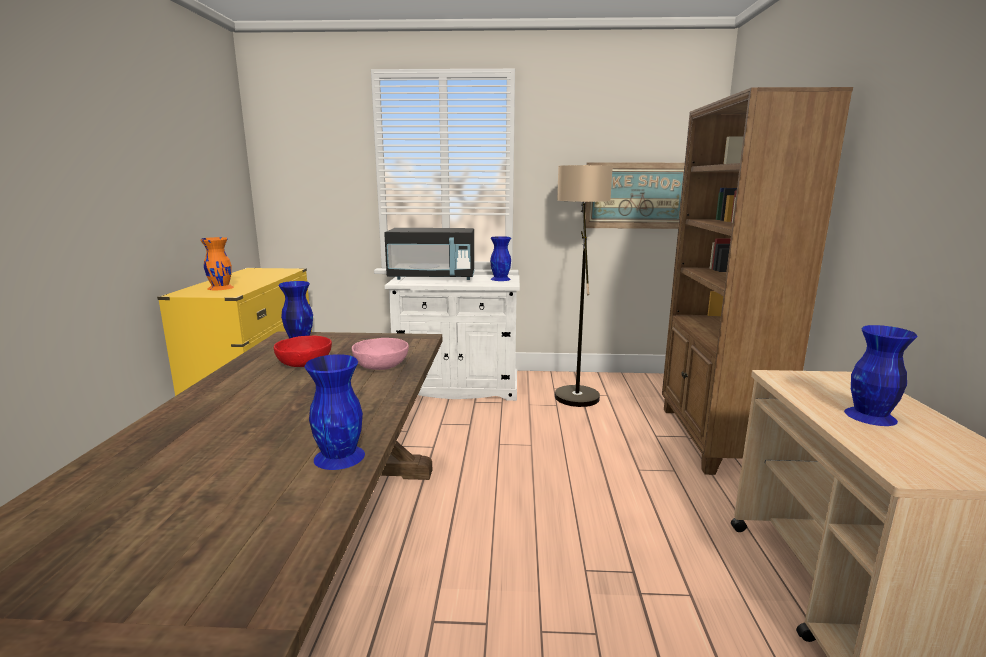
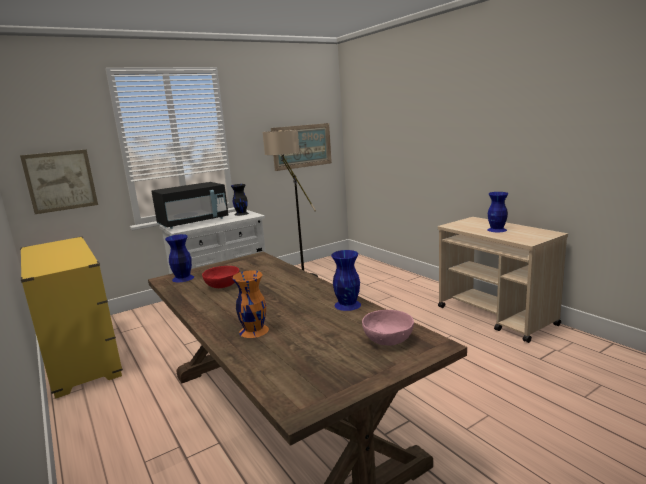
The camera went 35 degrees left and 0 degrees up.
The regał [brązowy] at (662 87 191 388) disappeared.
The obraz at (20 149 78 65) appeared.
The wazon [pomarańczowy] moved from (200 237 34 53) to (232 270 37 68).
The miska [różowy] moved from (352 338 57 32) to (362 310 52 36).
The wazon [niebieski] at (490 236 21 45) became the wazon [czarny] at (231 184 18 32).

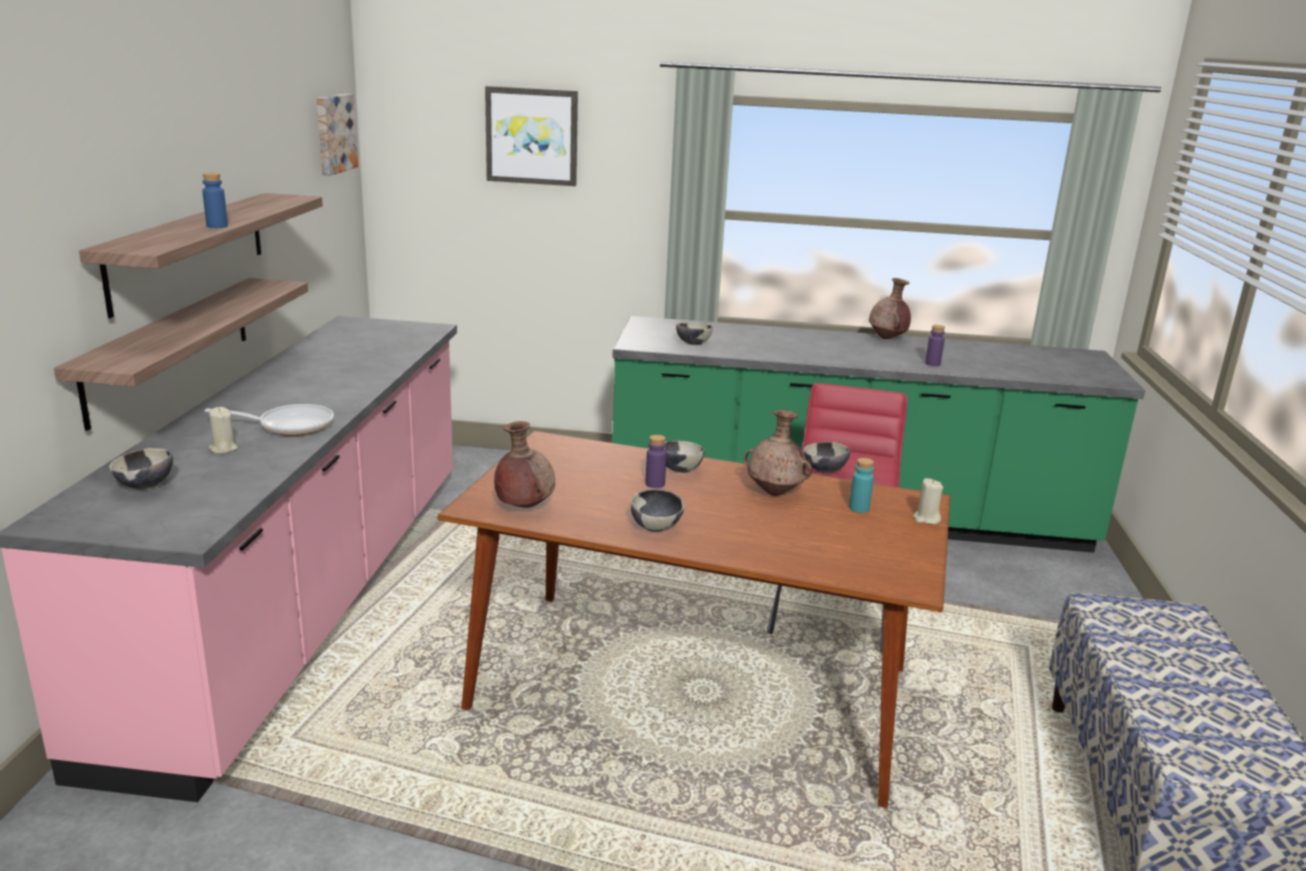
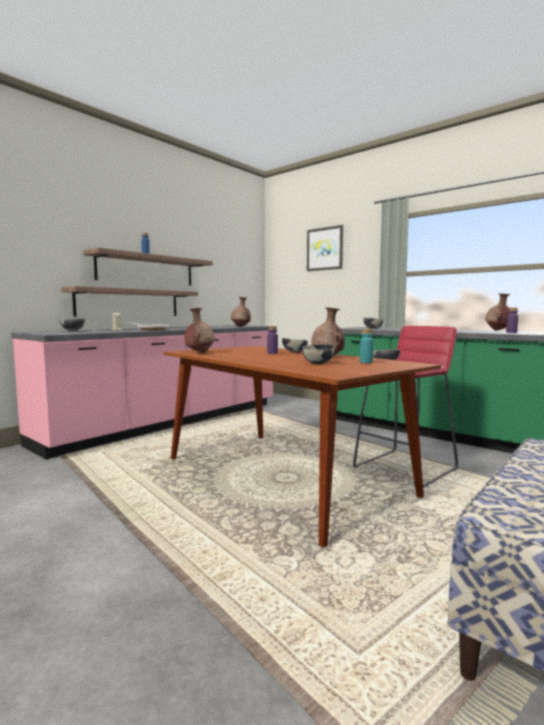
The camera went 35 degrees right and 15 degrees down.
The obraz at (317 94 41 82) disappeared.
The świeca [beżowy] at (913 478 30 46) disappeared.
The wazon [brązowy] at (231 297 20 30) appeared.
The miska moved from (631 489 53 43) to (302 344 33 21).

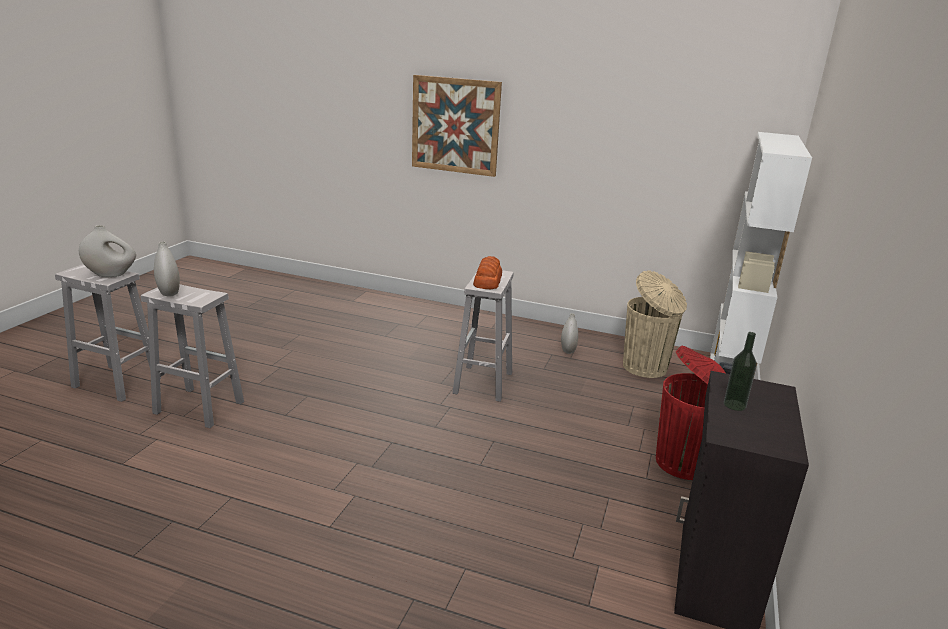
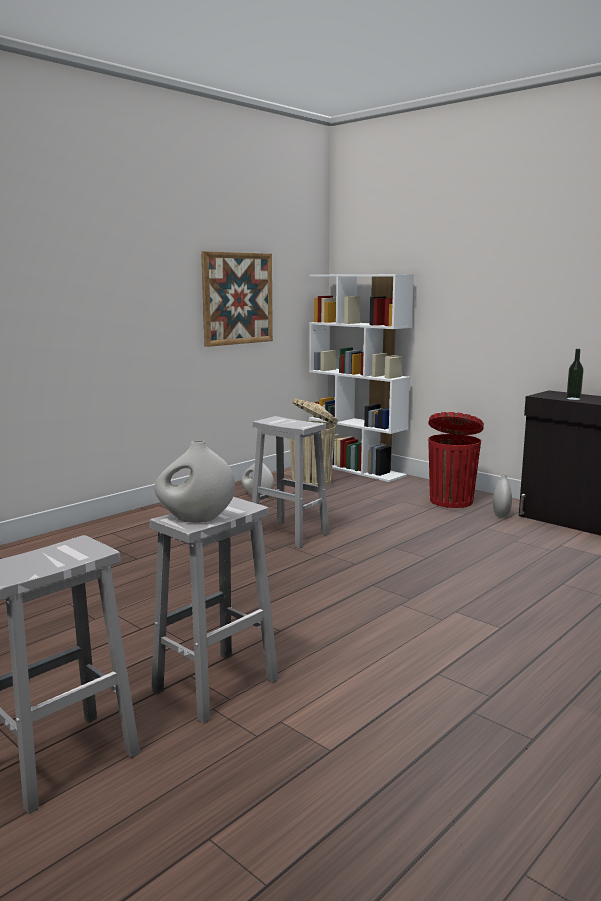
The camera went 65 degrees left and 10 degrees down.
The chleb at (473 256 29 33) disappeared.
The wazon [biały] moved from (79 225 57 52) to (492 474 20 44).
The obraz moved from (412 75 90 102) to (201 251 72 96).

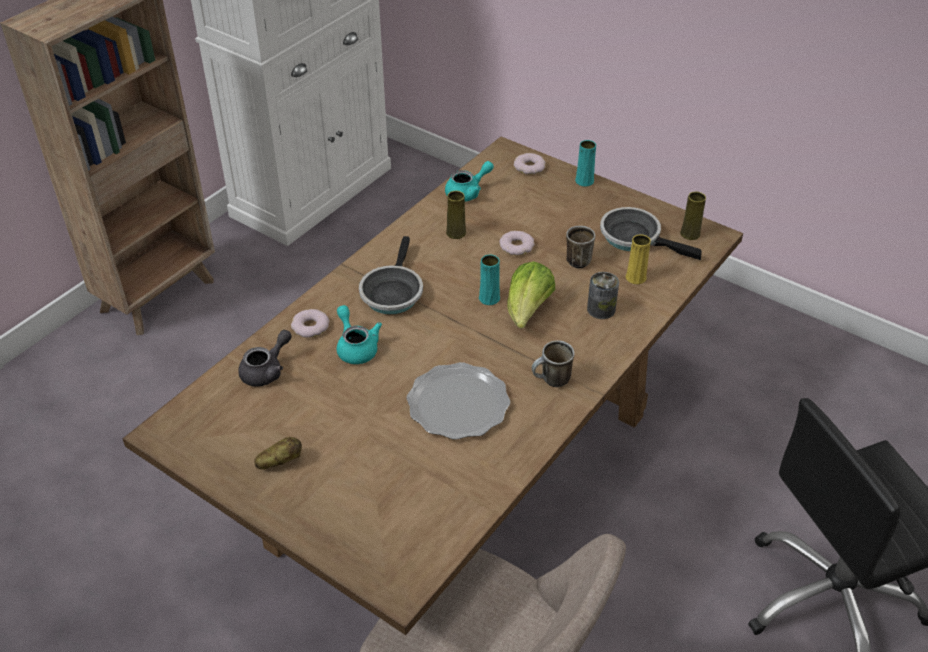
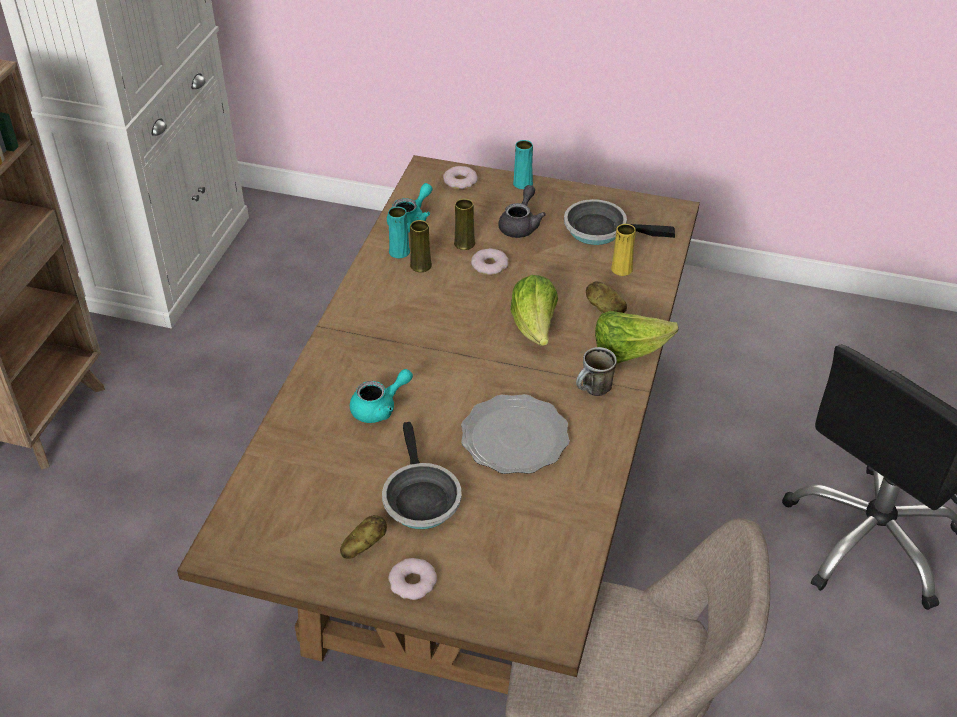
The camera went 20 degrees left and 0 degrees up.
The kubek at (566 226 29 43) disappeared.
The sałata at (595 311 83 52) appeared.
The imbryk [szary] moved from (238 330 54 57) to (498 185 48 53).
The donut moved from (291 309 38 28) to (388 558 49 42).
The patelnia moved from (359 236 64 78) to (382 422 80 107).
The wazon [turkusowy] moved from (479 255 21 50) to (388 207 22 51).
The wazon [żółty] moved from (680 192 26 48) to (454 199 21 51).
The puszka at (587 272 32 47) was replaced by the ziemniak at (586 281 41 32).
The imbryk [turkusowy] at (337 305 45 59) turned 105 degrees clockwise.

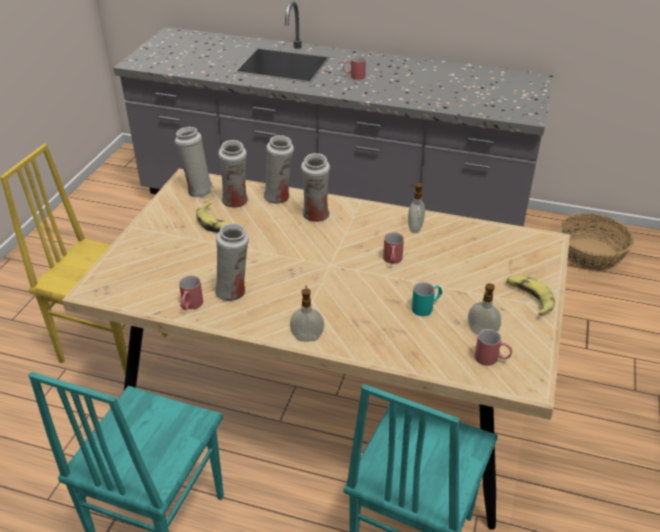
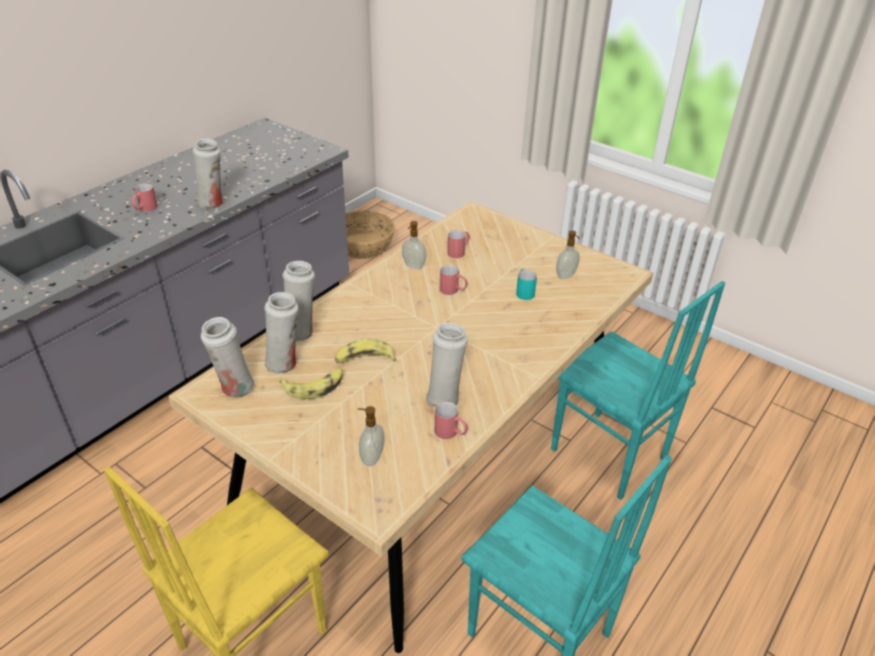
The camera went 70 degrees left and 0 degrees up.
The dozownik mydła moved from (290 286 34 56) to (358 406 26 60).
The wazon [biały] moved from (301 153 29 69) to (193 139 30 69).
The kubek [czerwony] moved from (475 329 37 37) to (447 230 23 28).
The banan moved from (506 275 49 41) to (335 339 61 24).

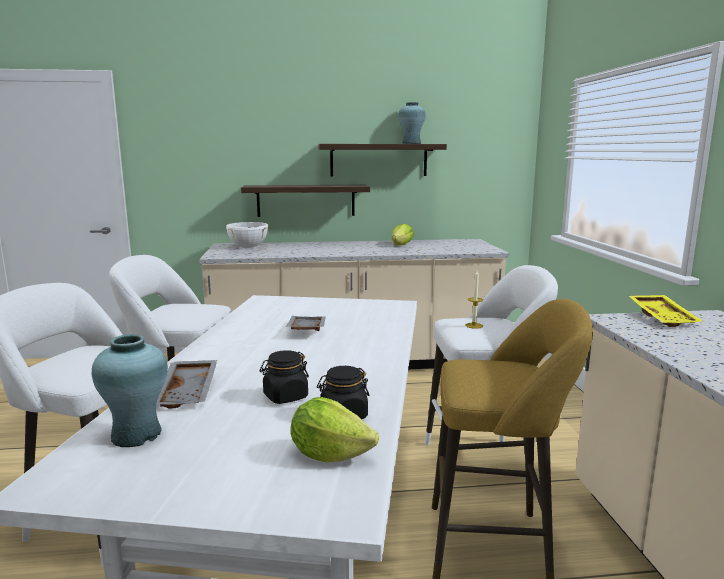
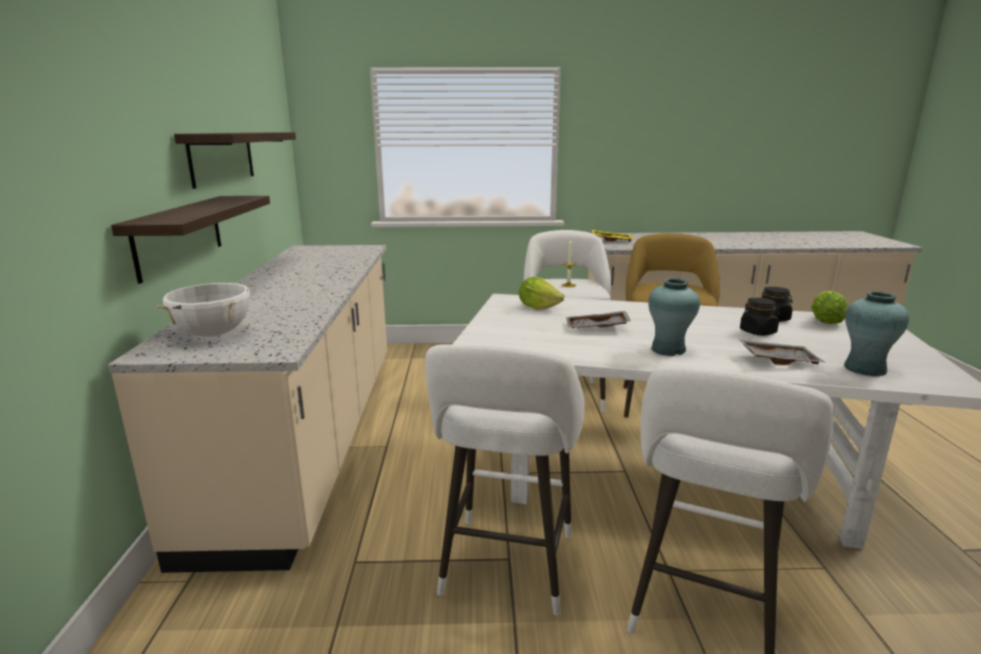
The camera went 85 degrees left and 5 degrees up.
The sałata moved from (392 224 22 21) to (519 277 45 33).
The wazon [turkusowy] moved from (398 102 28 42) to (648 278 52 78).

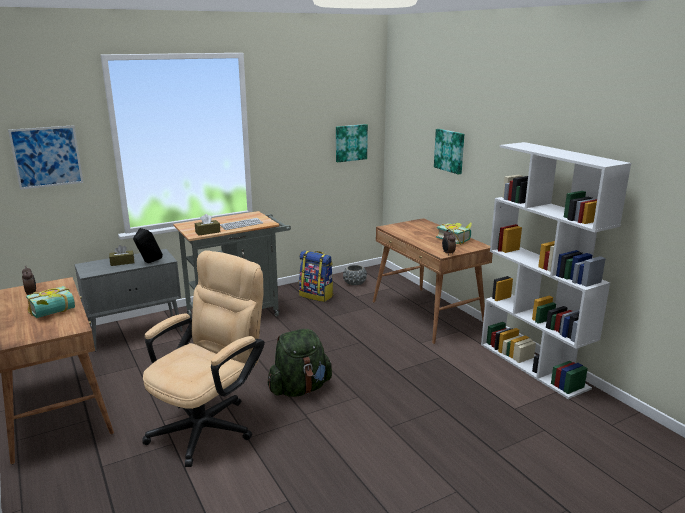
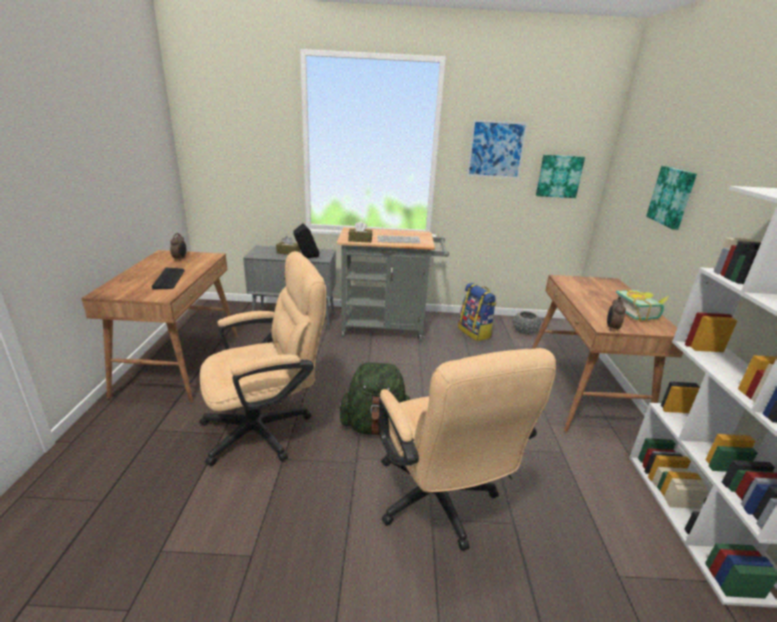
The camera went 30 degrees right and 5 degrees up.
The krzesło biurowe [beżowy] at (379 348 177 203) appeared.
The obraz moved from (8 125 75 65) to (467 120 61 59).
The książka at (26 286 49 32) was replaced by the klawiatura at (152 268 33 22).

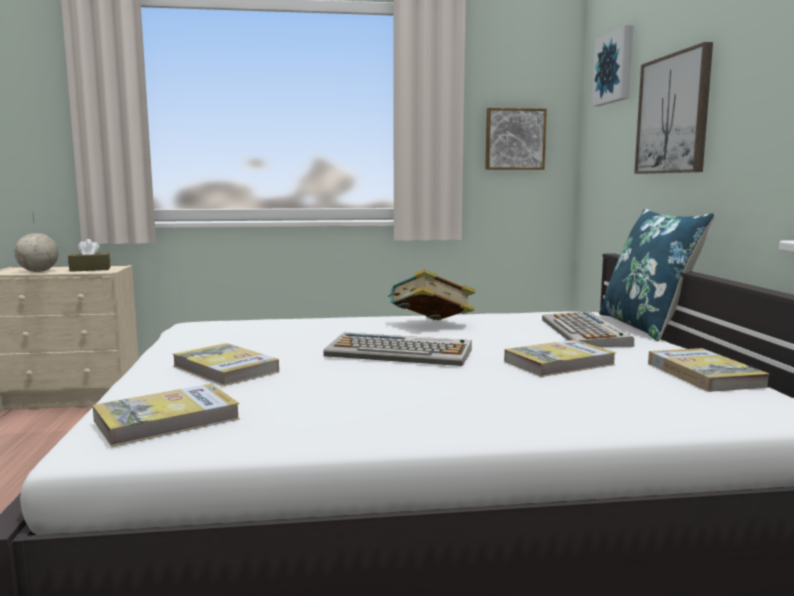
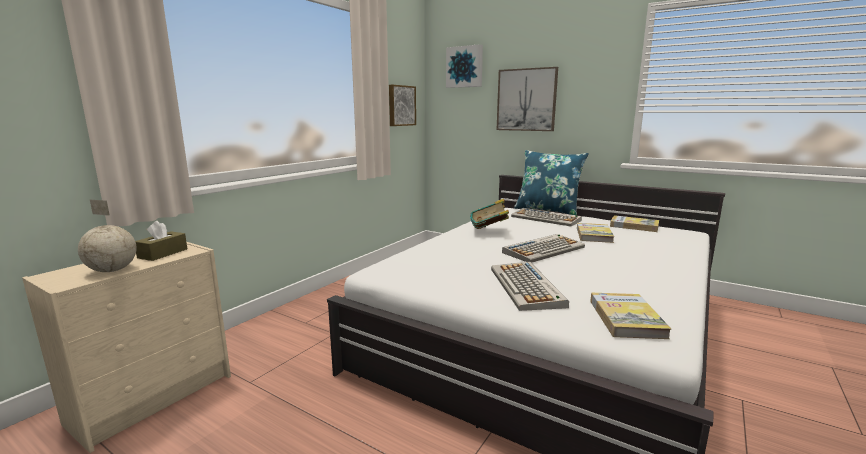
The camera went 50 degrees left and 5 degrees up.
The książka at (173 343 106 43) was replaced by the klawiatura at (491 262 78 49).

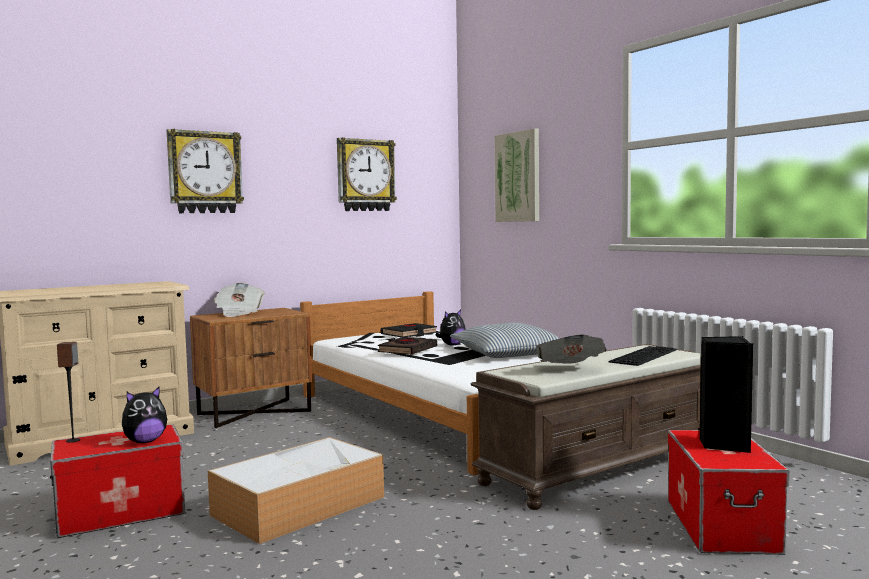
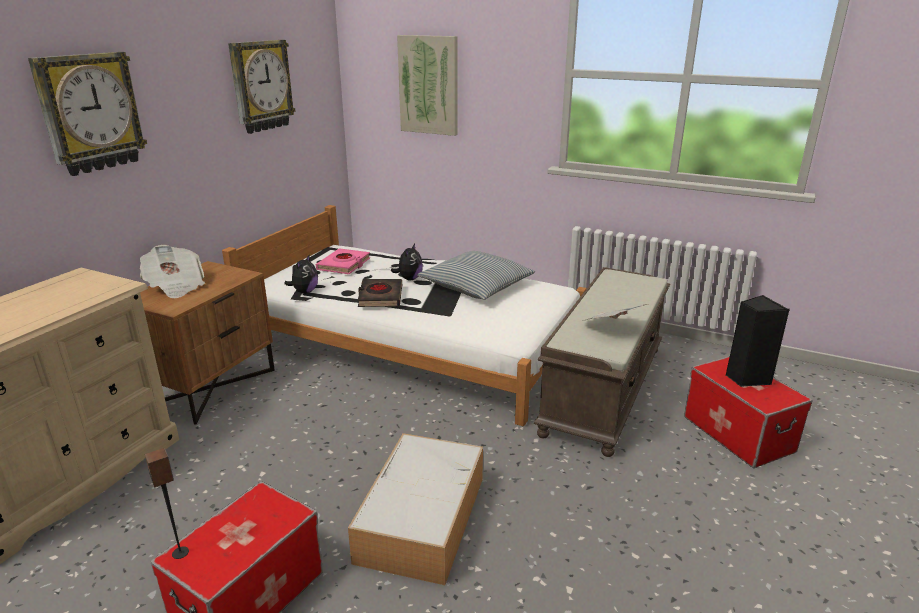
The camera went 30 degrees left and 20 degrees up.
The klawiatura at (609 346 68 20) disappeared.
The pluszak moved from (122 386 45 57) to (284 255 34 39).
The książka [czarny] at (381 323 56 14) became the książka [różowy] at (316 248 54 26).

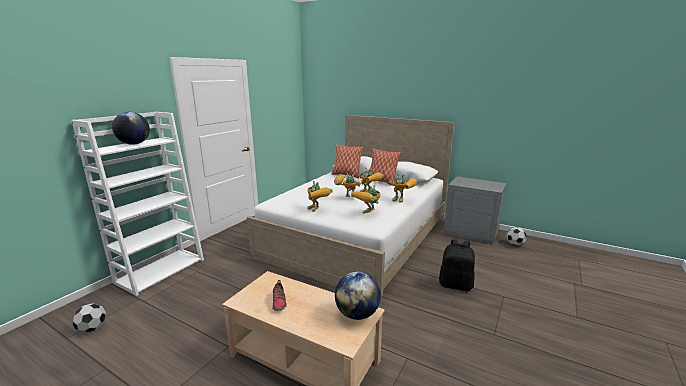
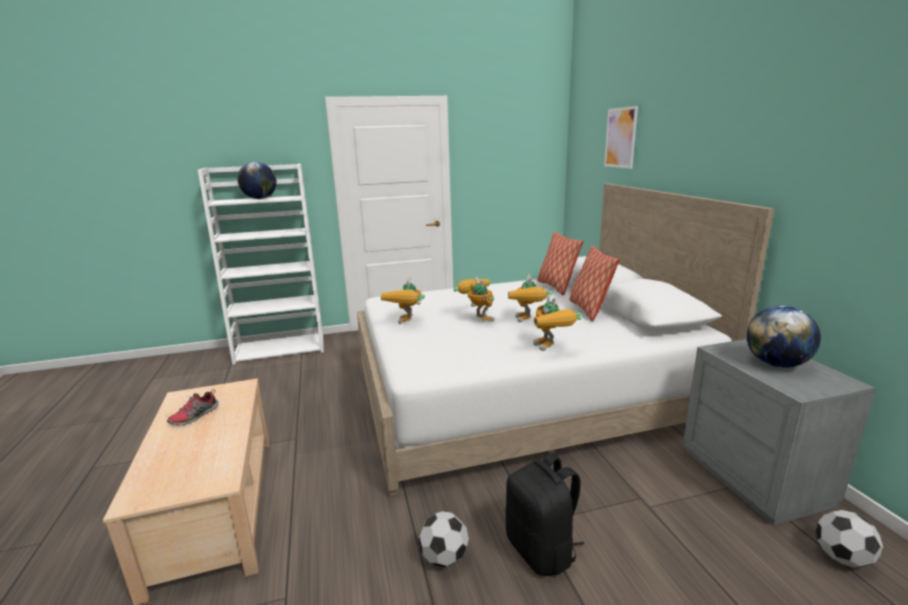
The camera went 45 degrees right and 0 degrees up.
The robot zabawkowy at (351 184 30 30) disappeared.
The obraz at (604 106 34 63) appeared.
The piłka futbolowa moved from (72 303 34 30) to (418 511 51 57).
The globus moved from (335 272 46 48) to (746 306 75 62).

